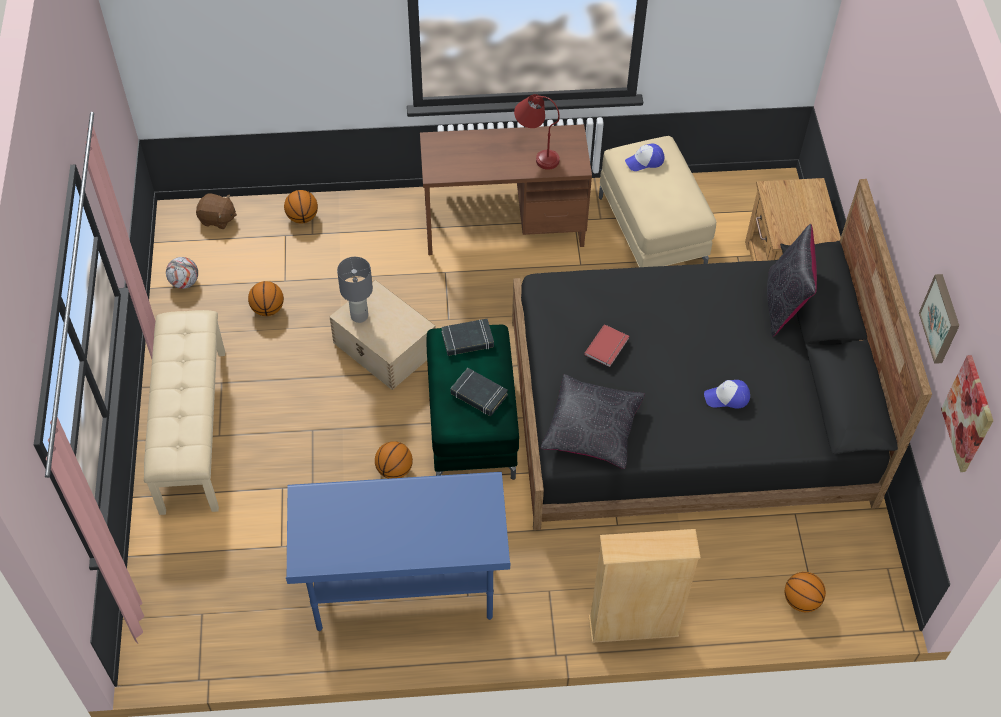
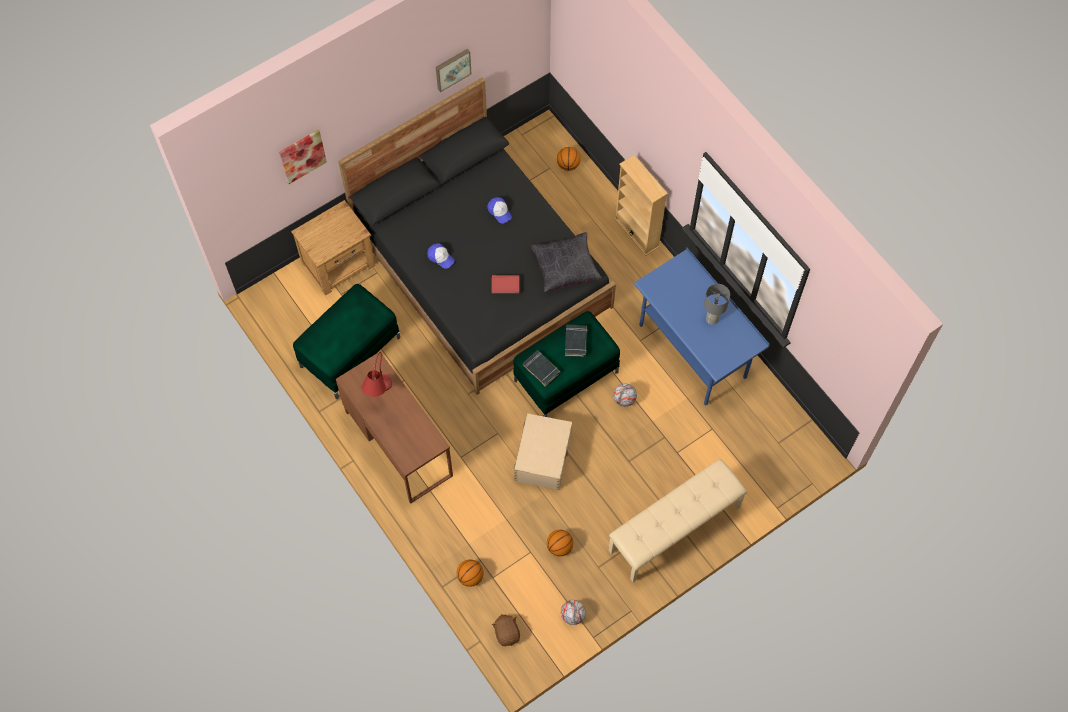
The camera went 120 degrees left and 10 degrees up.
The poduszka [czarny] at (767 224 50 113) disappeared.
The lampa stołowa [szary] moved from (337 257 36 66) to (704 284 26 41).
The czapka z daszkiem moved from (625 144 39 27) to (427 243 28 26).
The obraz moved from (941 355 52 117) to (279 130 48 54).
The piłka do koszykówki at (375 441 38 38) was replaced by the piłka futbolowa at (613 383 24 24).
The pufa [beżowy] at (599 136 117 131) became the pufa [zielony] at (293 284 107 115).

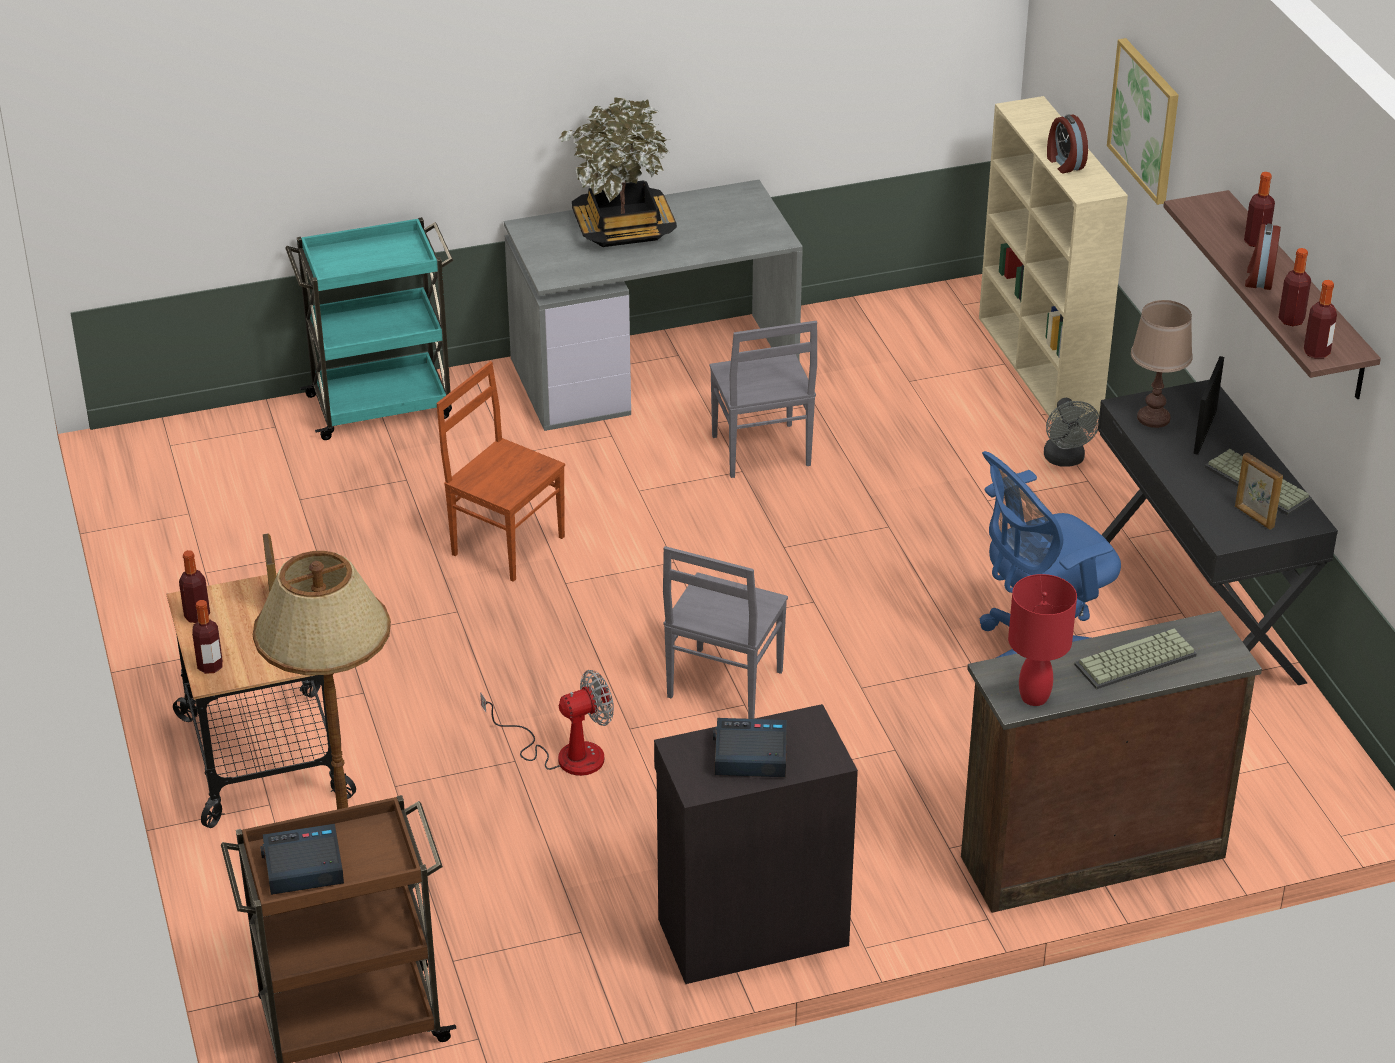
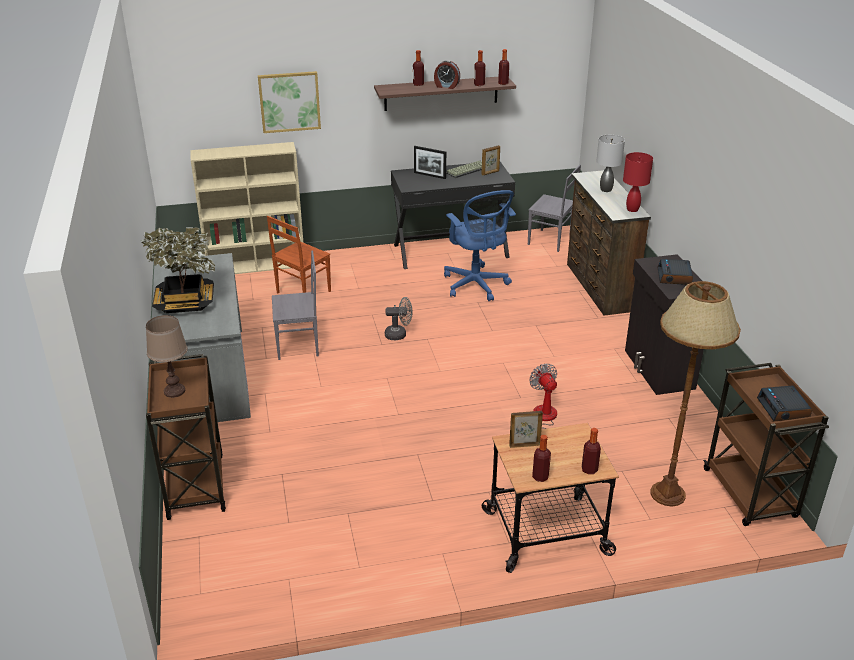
The camera went 85 degrees left and 5 degrees down.
The budzik at (1047 114 41 59) disappeared.
The krzesło [brązowy] moved from (436 361 129 221) to (267 216 64 77).
The krzesło [szary] moved from (663 546 125 173) to (528 165 53 87).
The wentylator [szary] moved from (1044 398 55 69) to (385 297 28 43).
The lampa stołowa [brązowy] moved from (1131 300 62 128) to (146 315 42 83).
The klawiatura at (1074 629 123 60) was replaced by the lampa stołowa [szary] at (596 135 29 57).
The wózek [turkusowy] at (285 217 168 223) became the wózek [brązowy] at (146 354 80 166).

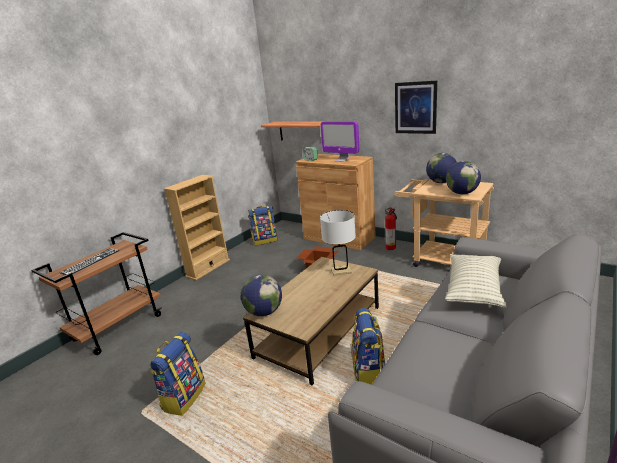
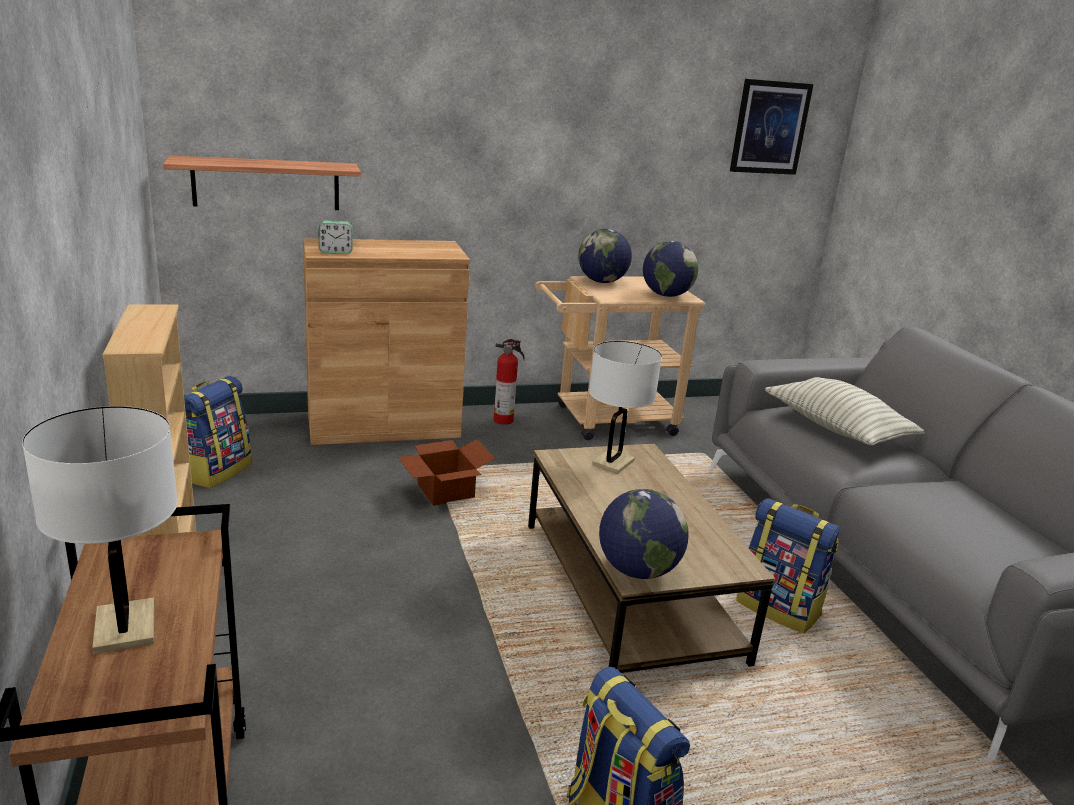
The camera went 55 degrees left and 0 degrees up.
The monitor at (320 121 39 41) disappeared.
The obraz moved from (395 81 42 53) to (730 79 84 96).
The klawiatura at (60 248 59 27) was replaced by the lampa stołowa [biały] at (22 406 156 248).

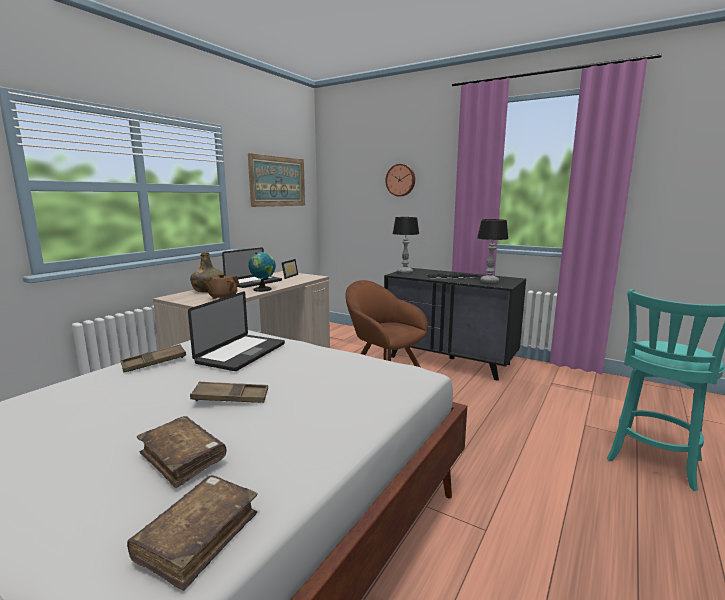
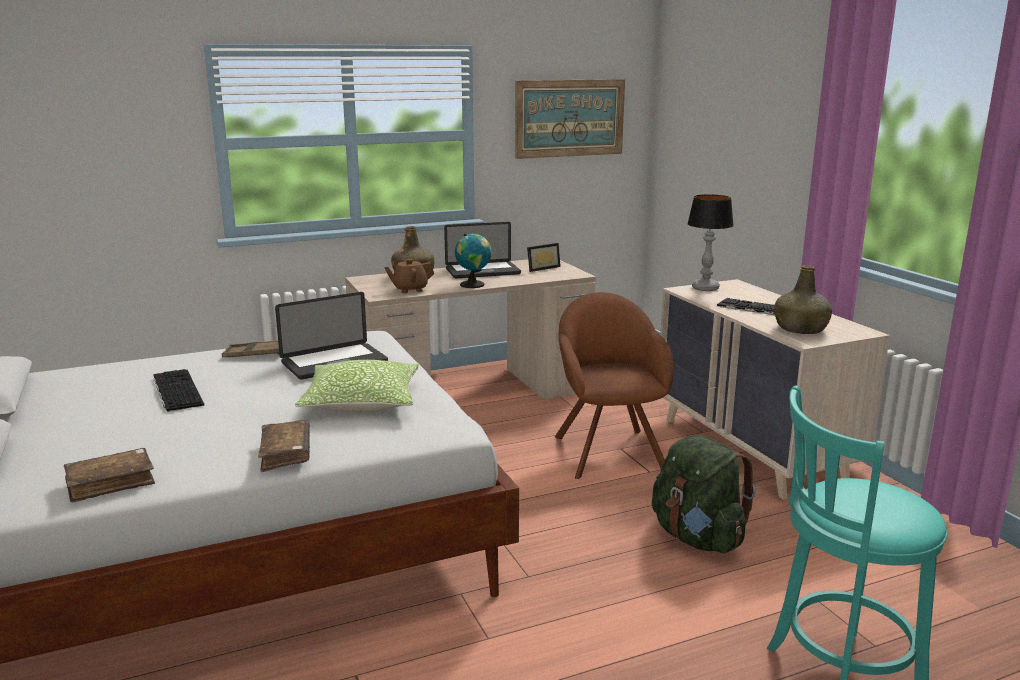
The camera went 35 degrees right and 5 degrees up.
The taca [brązowy] at (190 382 78 21) disappeared.
The zegar ścienny at (385 164 30 32) disappeared.
The klawiatura at (153 369 51 43) appeared.
The poduszka at (295 360 124 52) appeared.
The plecak [zielony] at (652 435 104 119) appeared.
The książka [brązowy] moved from (137 416 90 72) to (258 420 52 52).
The lampa stołowa at (477 219 31 64) was replaced by the butelka [zielony] at (774 265 58 69).
The komoda [czarny] at (384 268 142 113) became the komoda [beżowy] at (660 279 230 221).

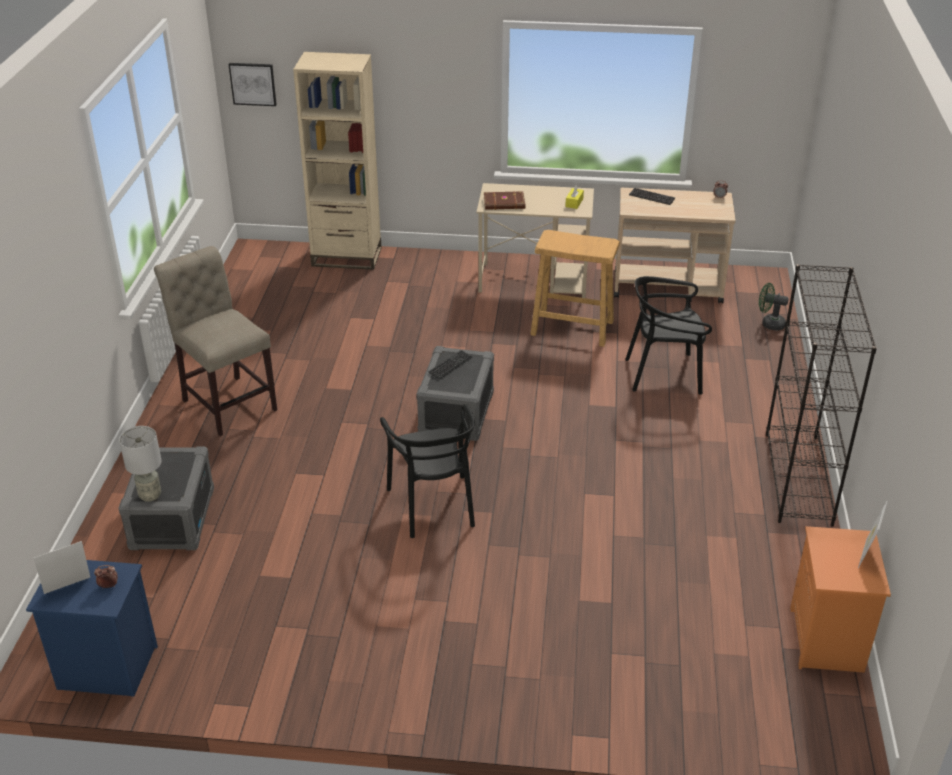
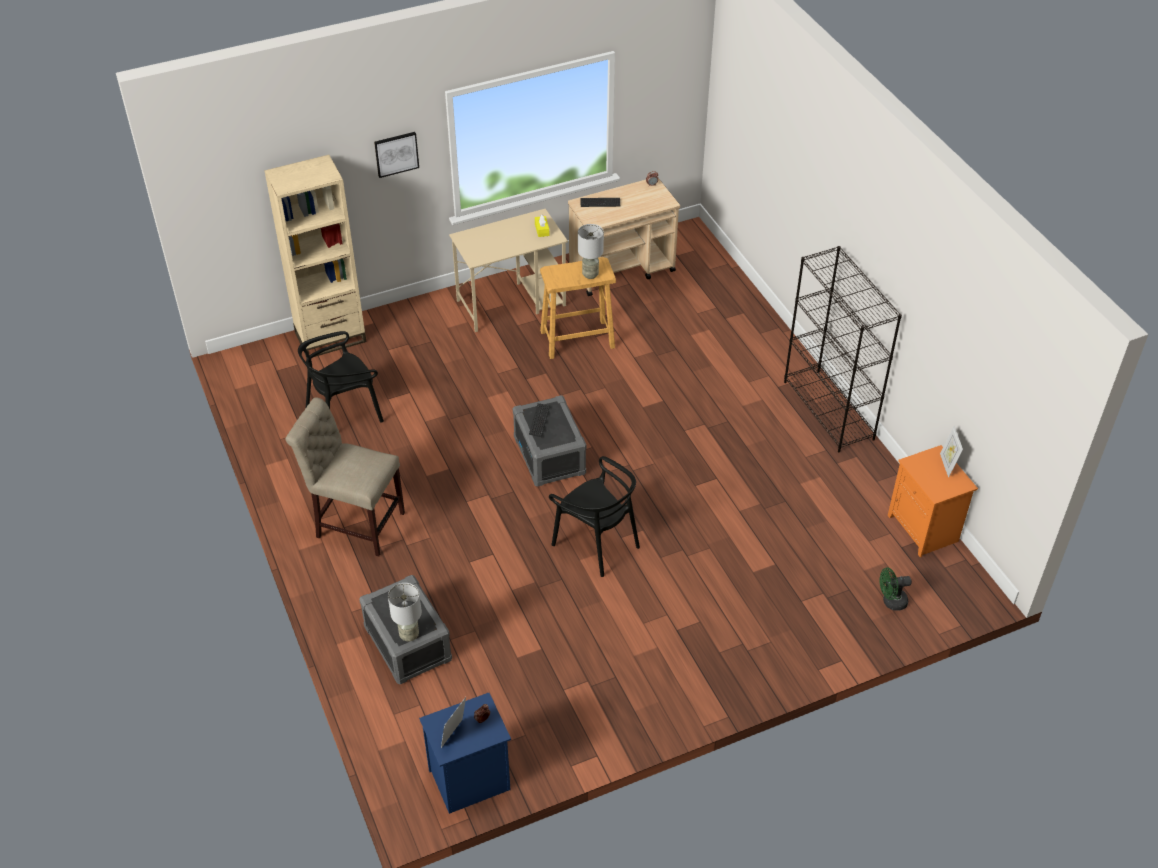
The camera went 30 degrees left and 10 degrees up.
The książka [brązowy] at (484 191 42 19) disappeared.
The lampa stołowa [szary] at (578 224 26 55) appeared.
The obraz moved from (229 63 48 43) to (374 132 45 46).
The krzesło [czarny] moved from (625 276 87 119) to (298 331 86 92).
The wentylator [zielony] moved from (759 283 30 47) to (879 568 33 43).

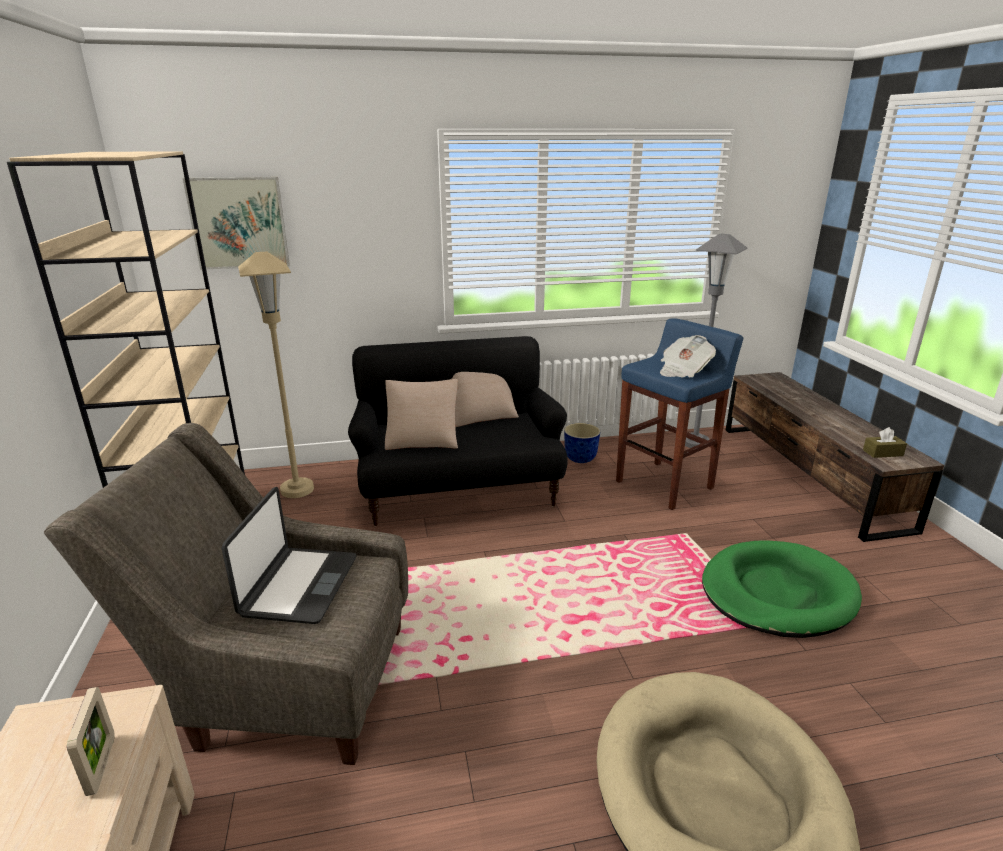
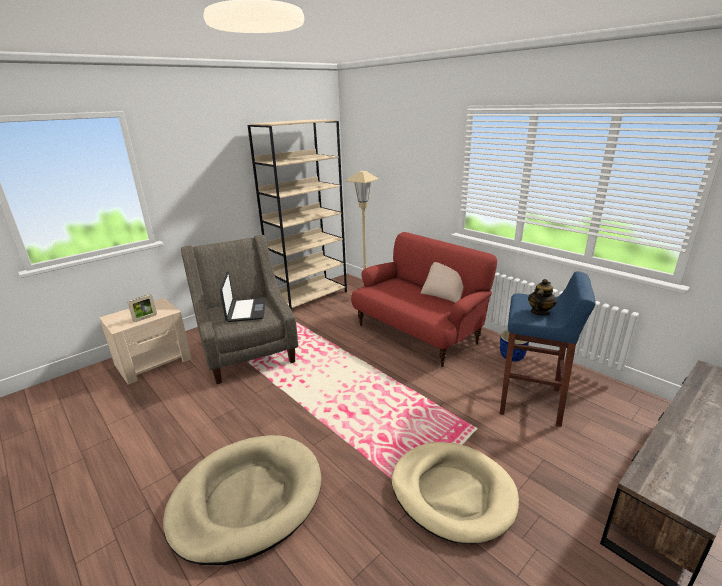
The camera went 60 degrees right and 0 degrees up.
The obraz at (183 177 107 93) disappeared.
The poduszka [beżowy] at (385 379 73 71) disappeared.
The lampa stojąca [szary] at (685 233 62 215) disappeared.
The pudełko chusteczek [brązowy] at (863 427 44 31) disappeared.
The gazeta at (660 335 56 43) was replaced by the imbryk at (528 279 29 37).
The kanapa [czarny] at (348 336 219 190) became the kanapa [czerwony] at (351 232 146 135).
The legowisko [zielony] at (702 540 160 98) became the legowisko [beżowy] at (392 442 127 102).
The laptop at (222 487 134 137) turned 75 degrees counterclockwise.

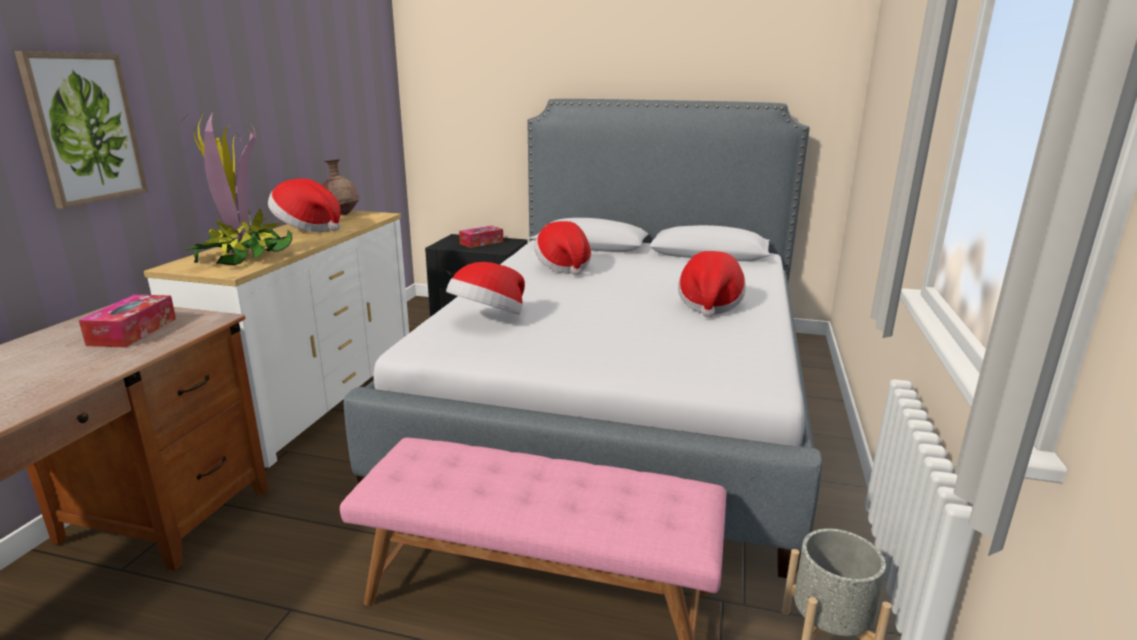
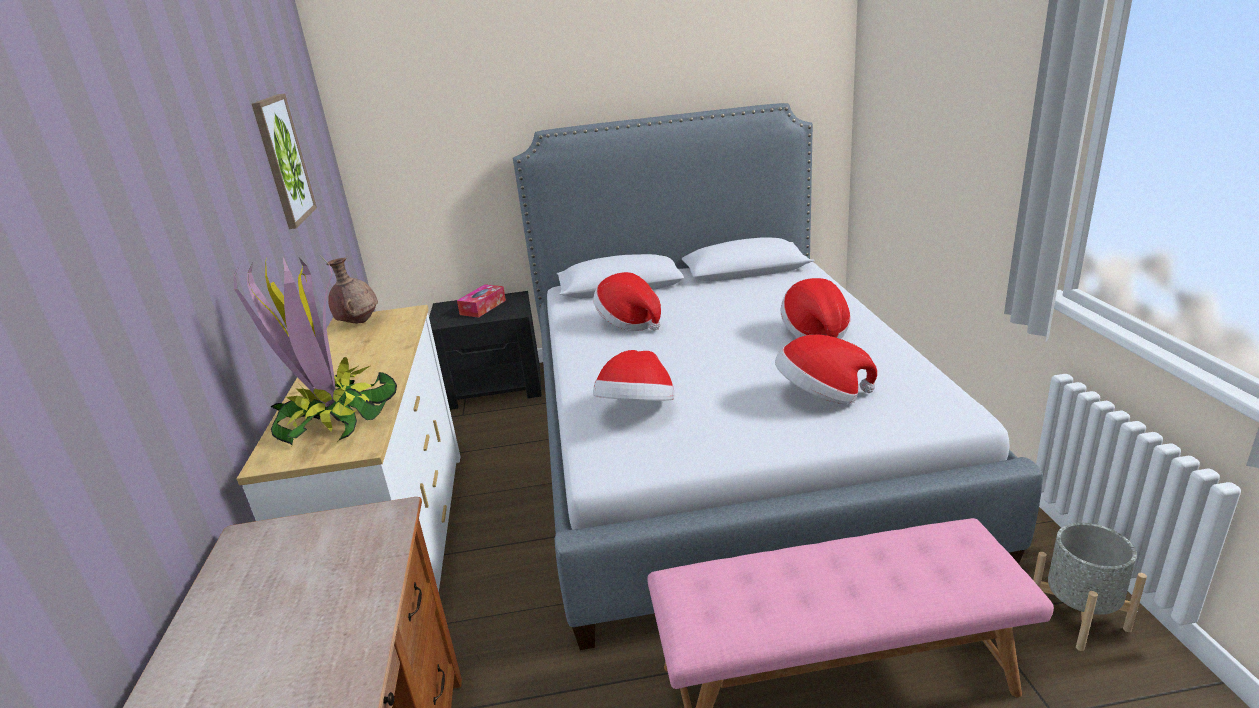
The camera went 20 degrees left and 5 degrees up.
The pudełko chusteczek at (79 294 97 53) disappeared.
The obraz moved from (14 51 134 158) to (252 94 65 135).
The kapelusz moved from (268 178 73 54) to (775 335 102 69).

